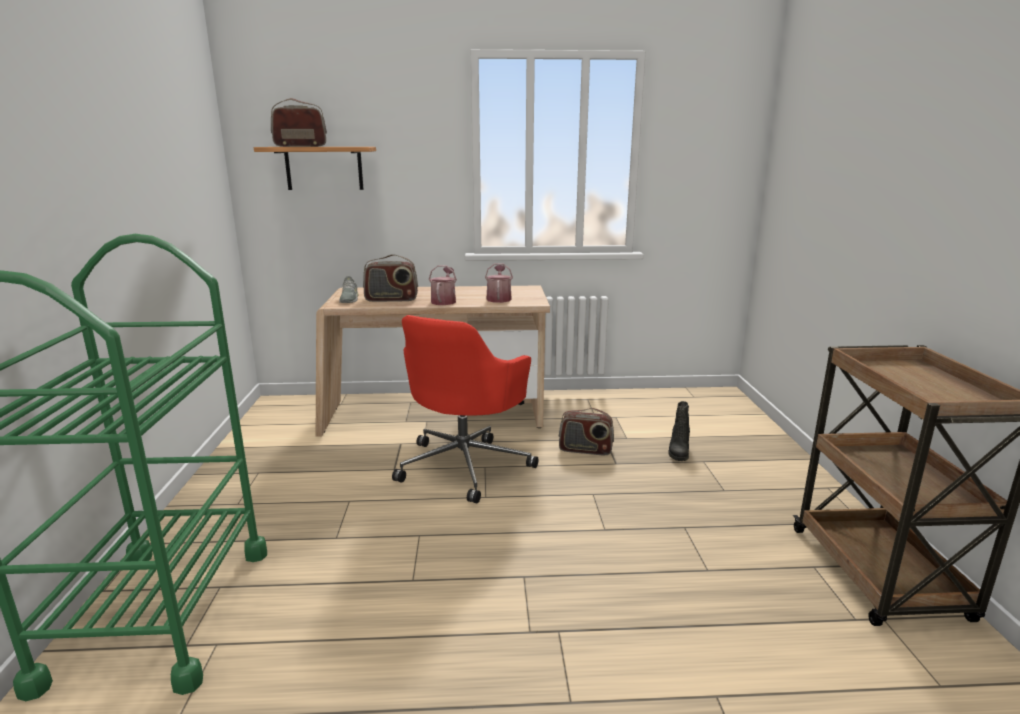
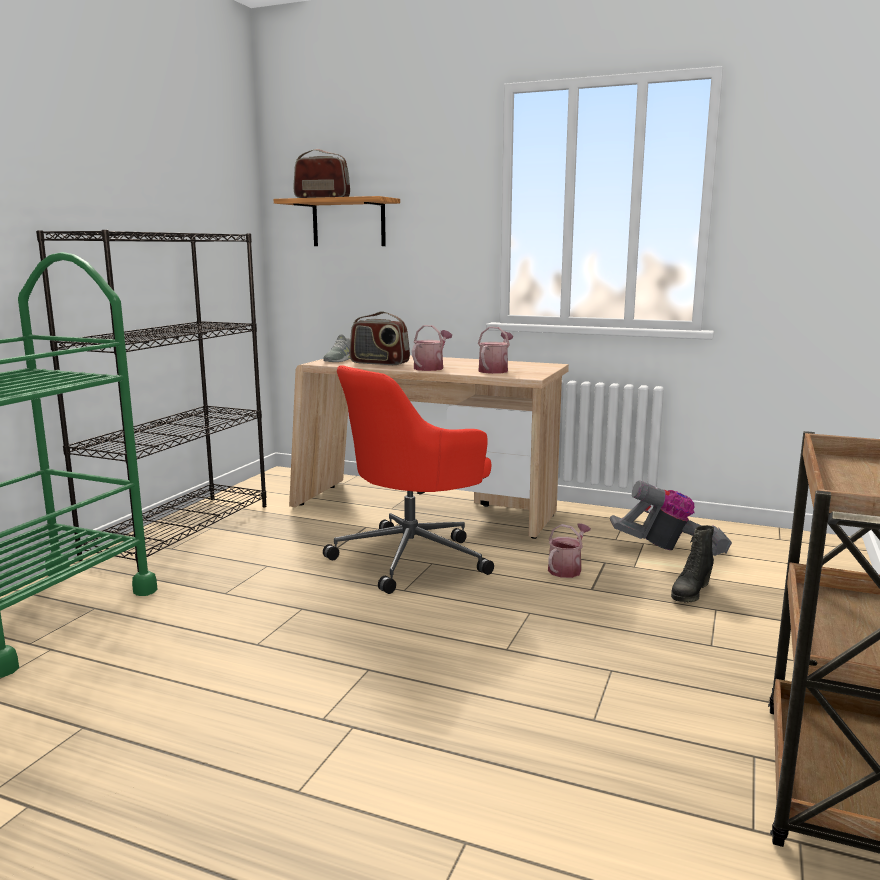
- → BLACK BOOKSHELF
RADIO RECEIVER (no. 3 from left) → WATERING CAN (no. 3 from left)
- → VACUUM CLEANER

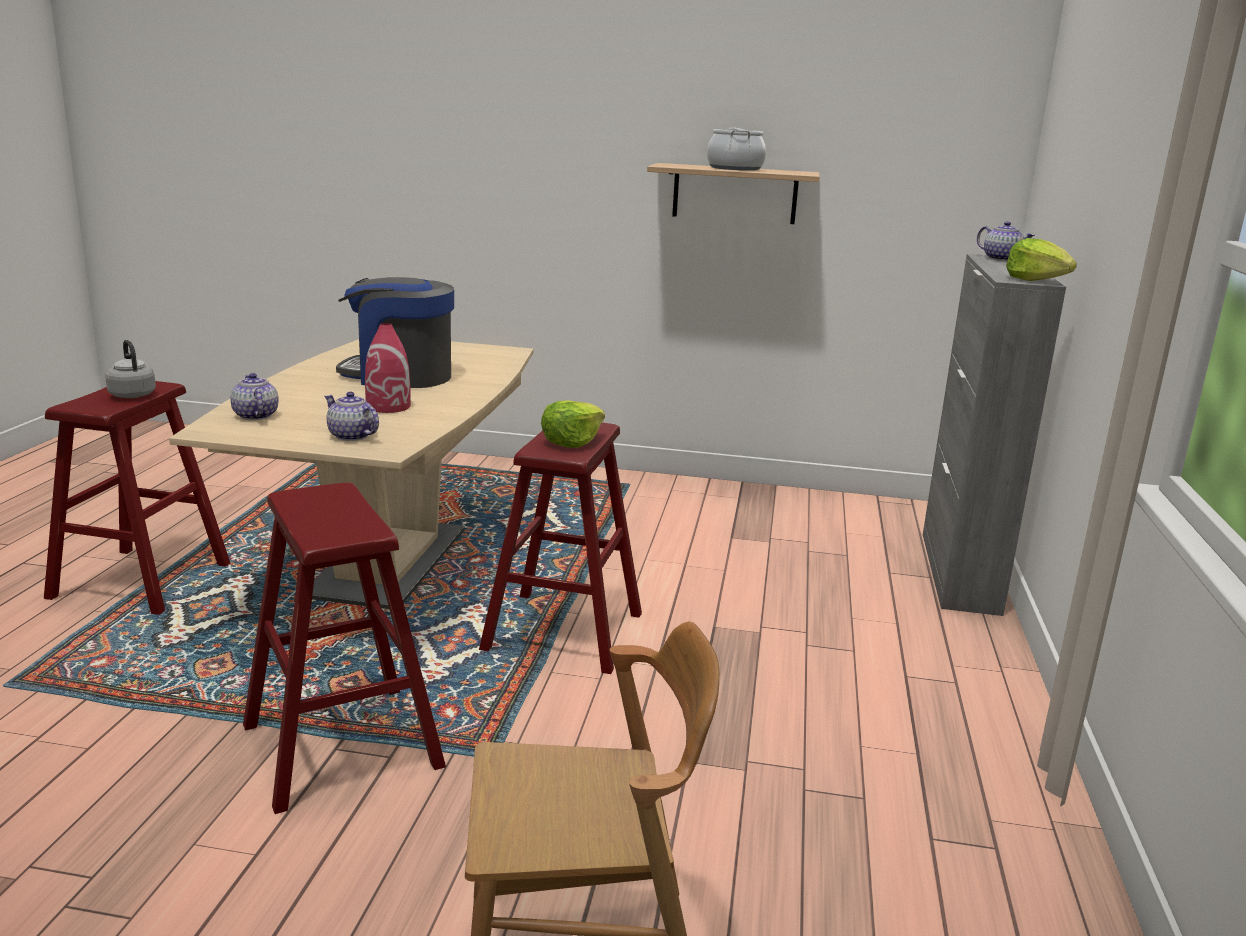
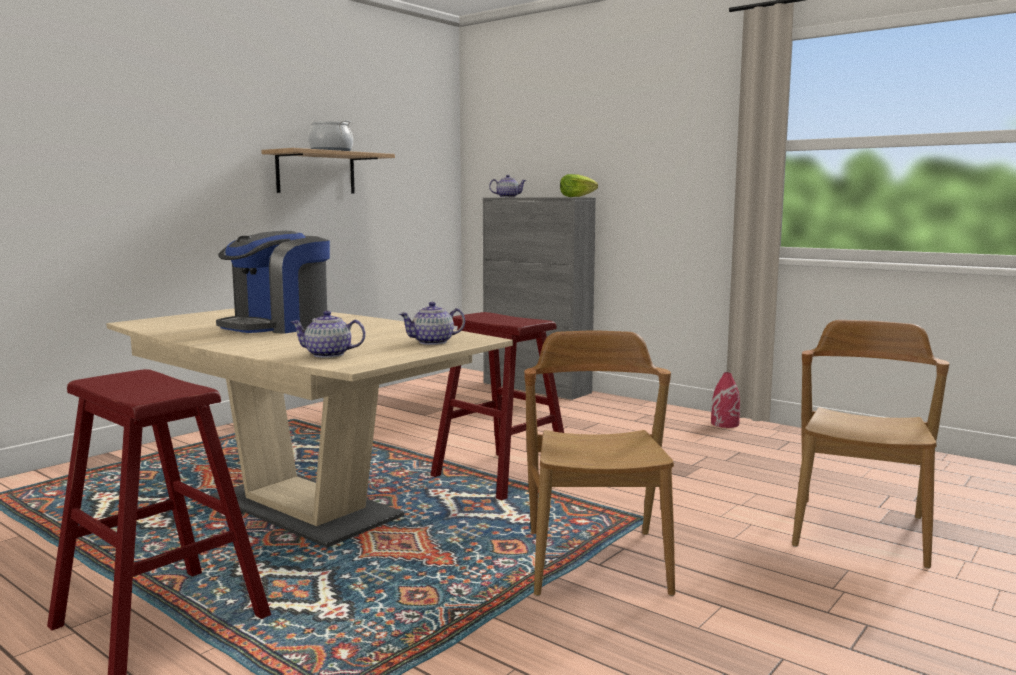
RED STOOL (no. 2 from left) → BROWNISH PLAIN CHAIR (no. 1 from left)
RED VASE, relocated
GRAY WATER KETTLE → -
HEAD OF LETTUCE (no. 1 from left) → -

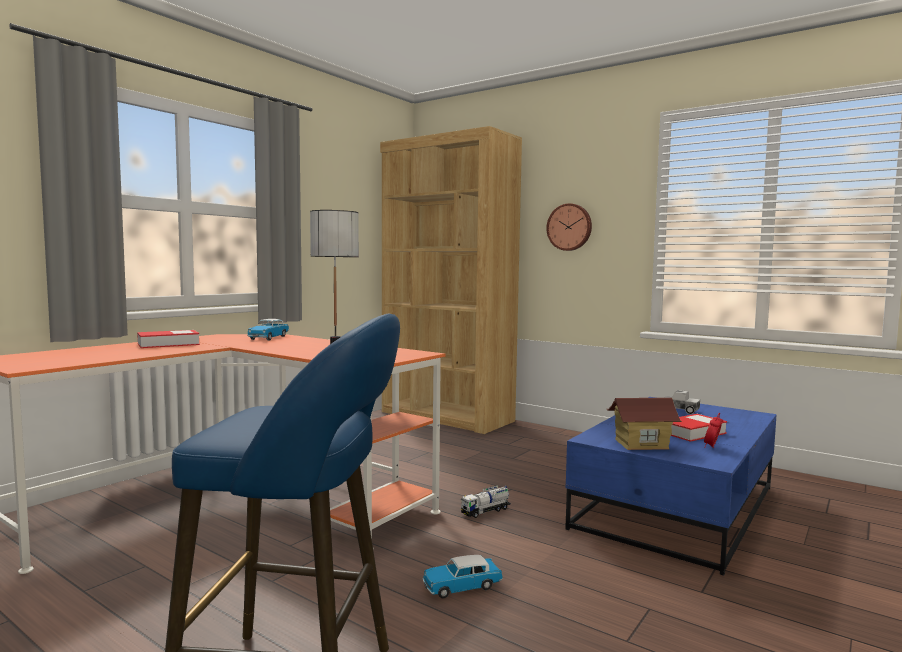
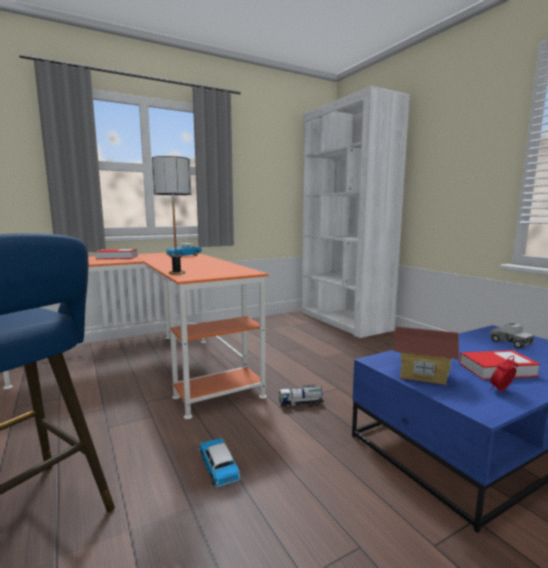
TOY CAR (no. 2 from left), 60 degrees clockwise
BROWNISH BOOKSHELF → WHITE-COLOURED BOOKSHELF
HANGING CLOCK → -

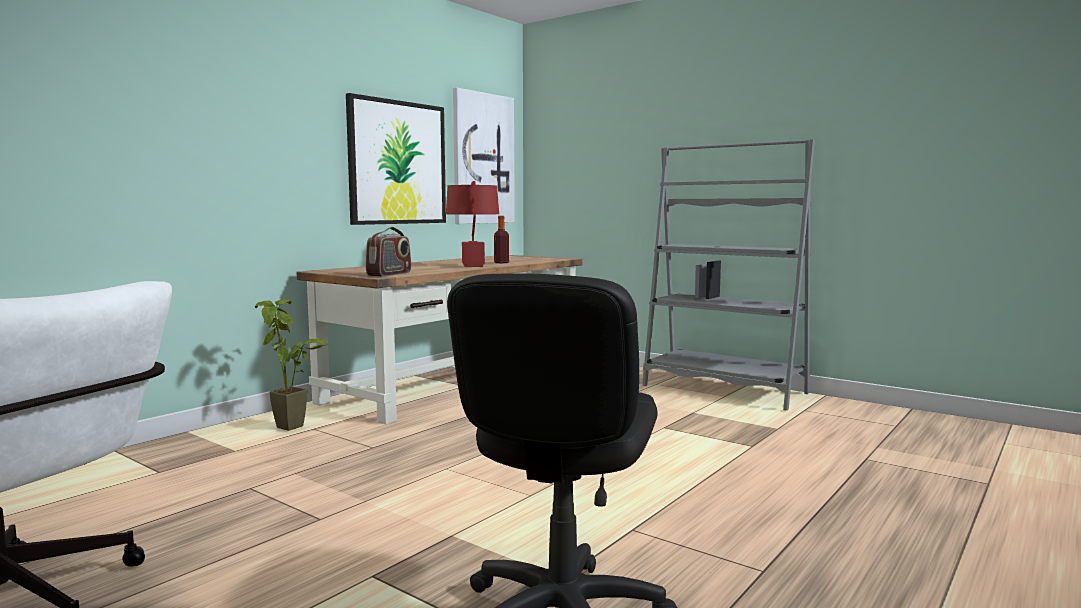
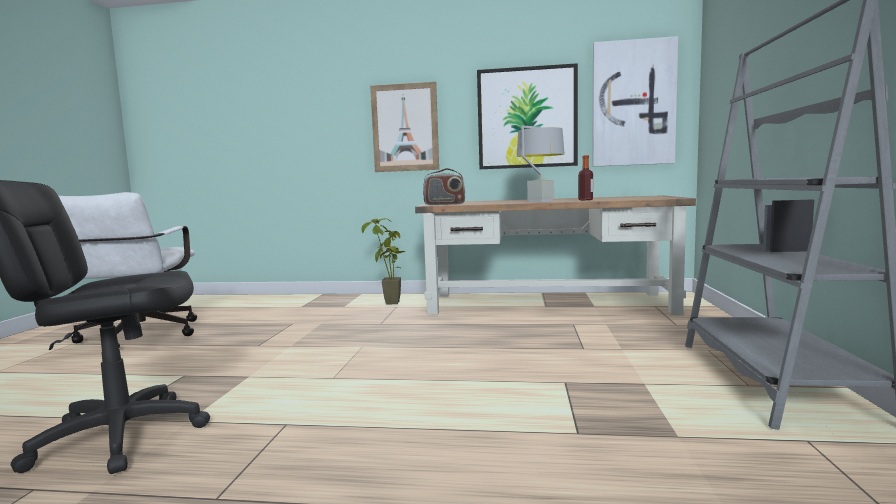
- → WALL ART (no. 1 from left)
RED TABLETOP LAMP → GRAY TABLETOP LAMP

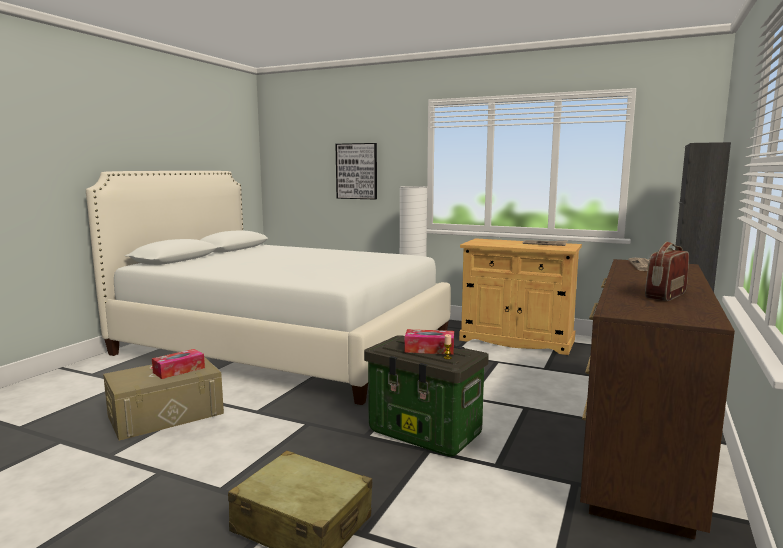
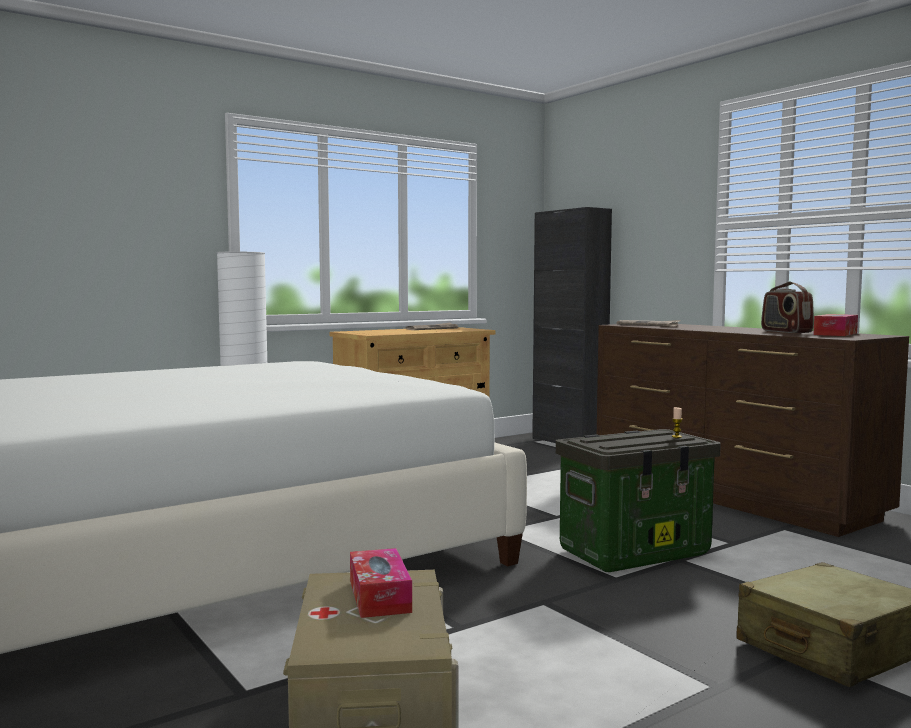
TISSUE HOLDER (no. 2 from left), relocated
WALL ART → -

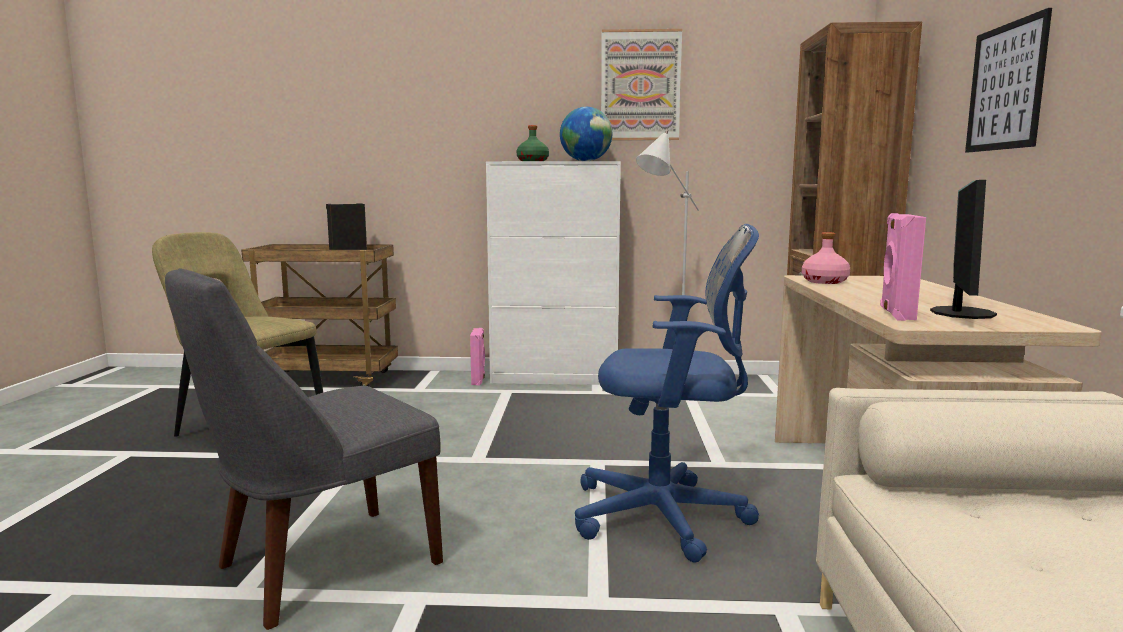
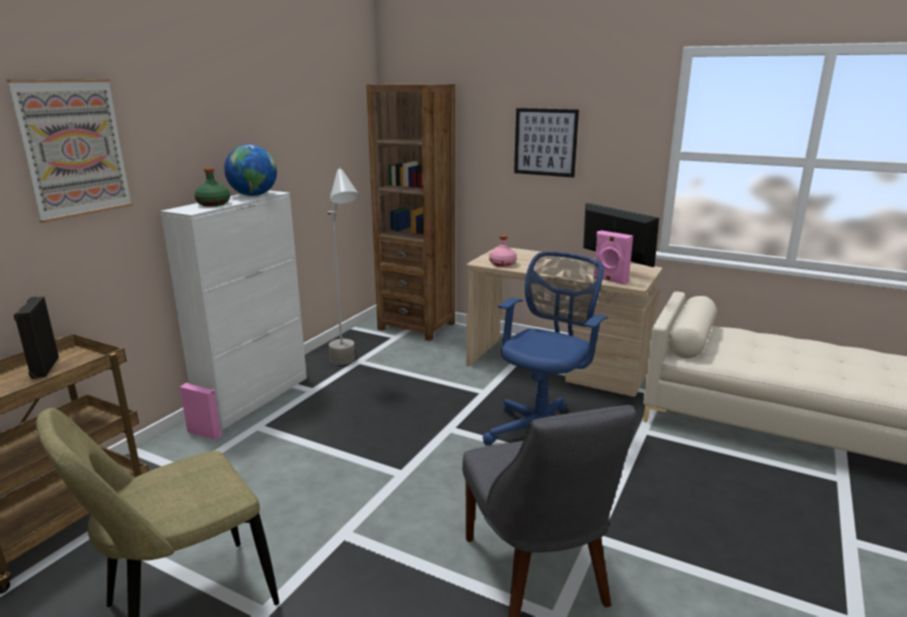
WALL ART (no. 1 from left), relocated

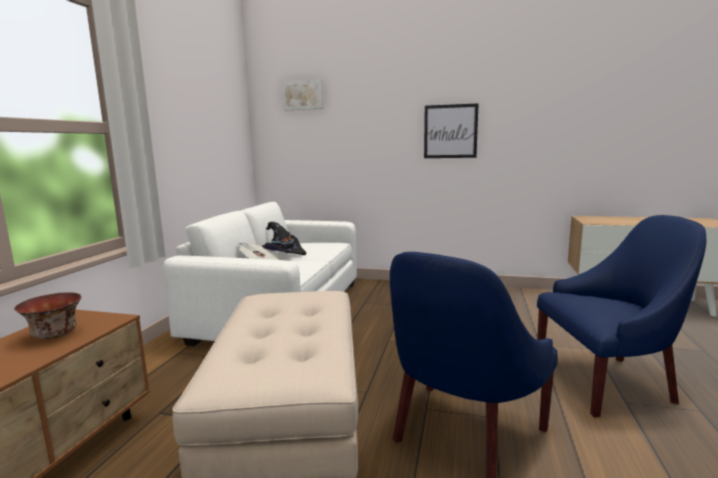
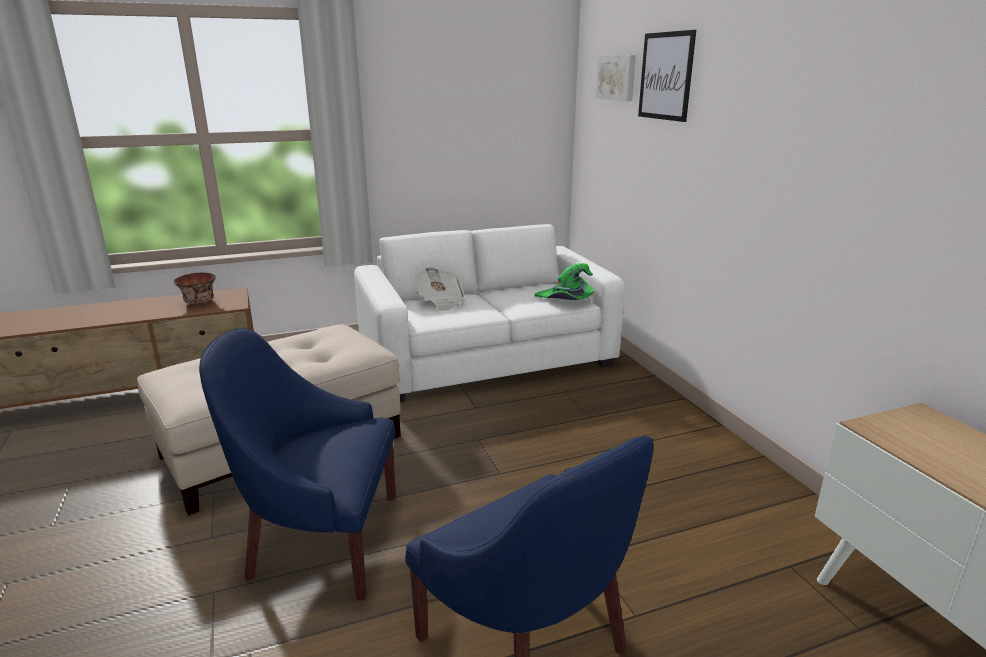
- → GREENISH WEARABLE HAT
WALL ART (no. 2 from left), relocated
BLACK WEARABLE HAT → -

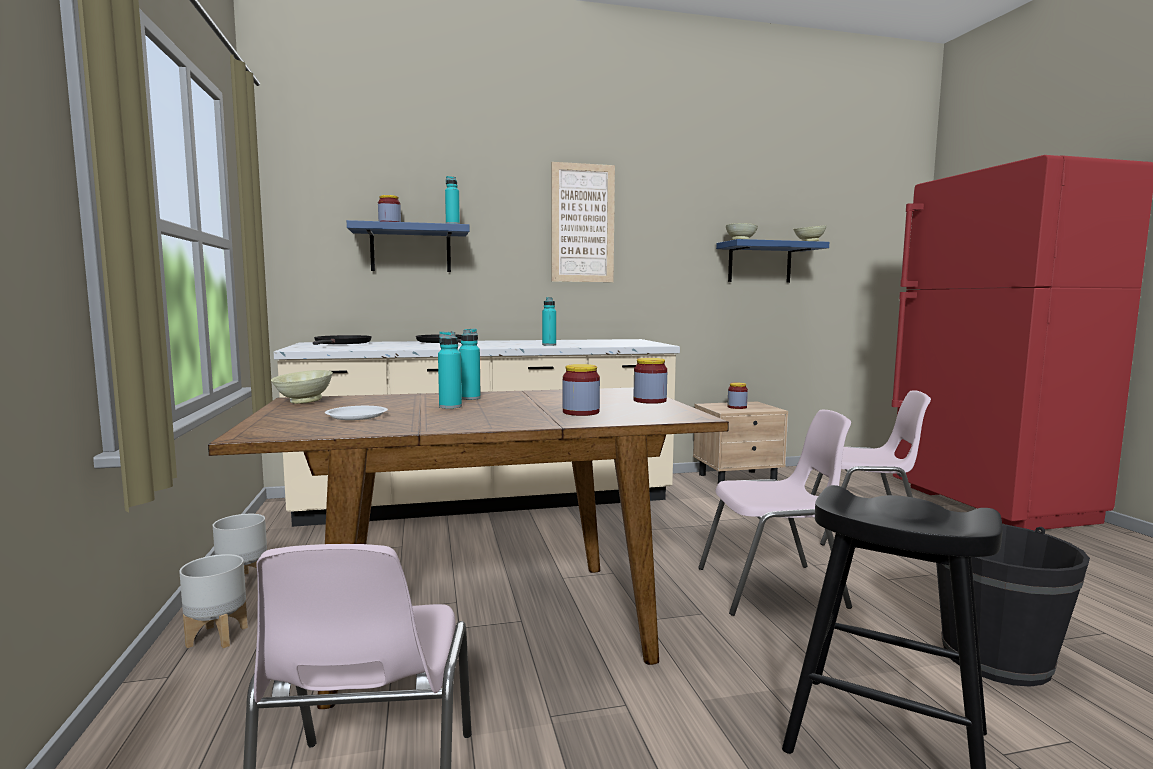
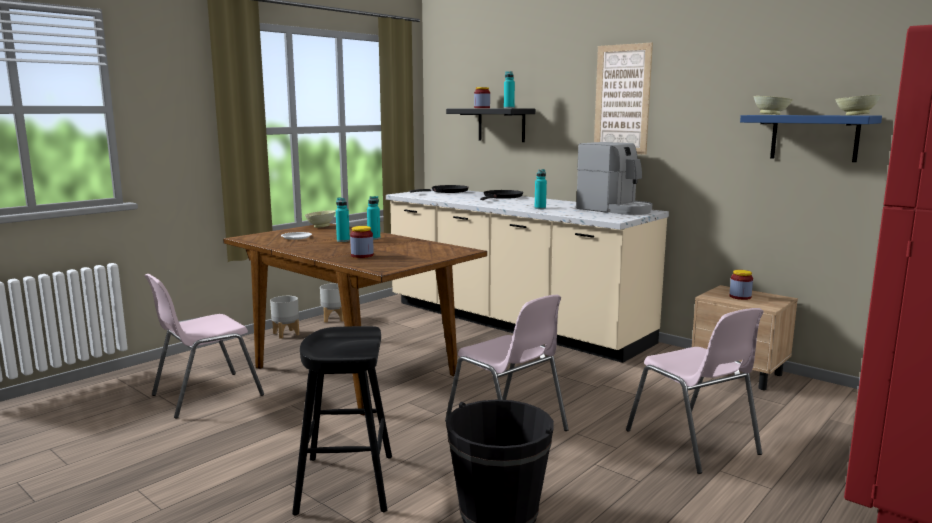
BLUE-COLOURED BRACKET SHELF (no. 1 from left) → BLACK BRACKET SHELF
- → COFFEE BREWER
STORAGE JAR (no. 3 from left) → -

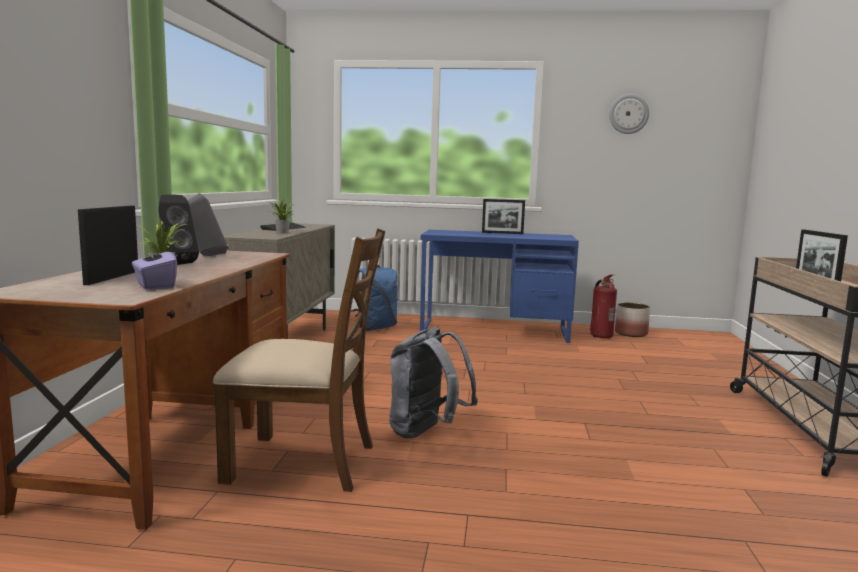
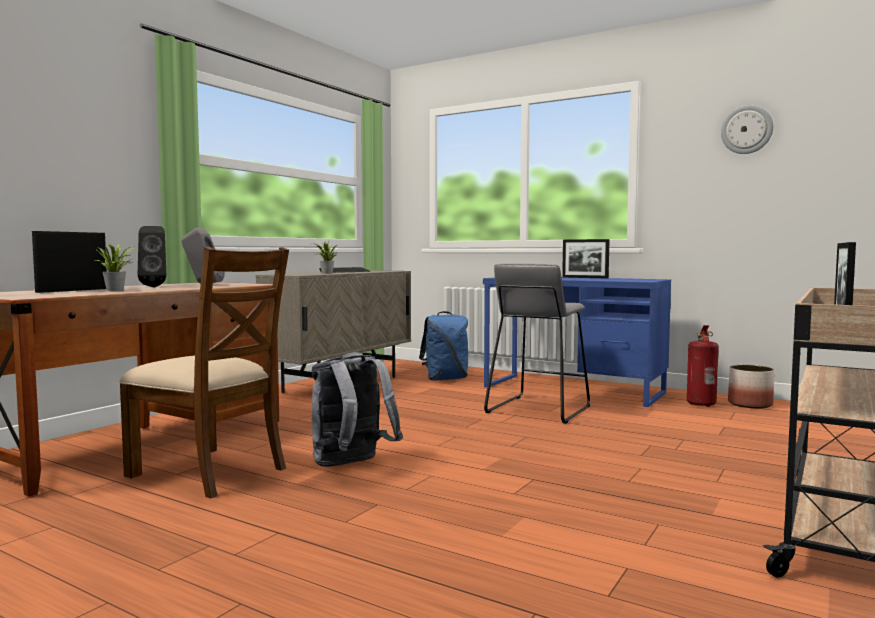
- → GRAY STOOL
PURPLISH TISSUE HOLDER → -

